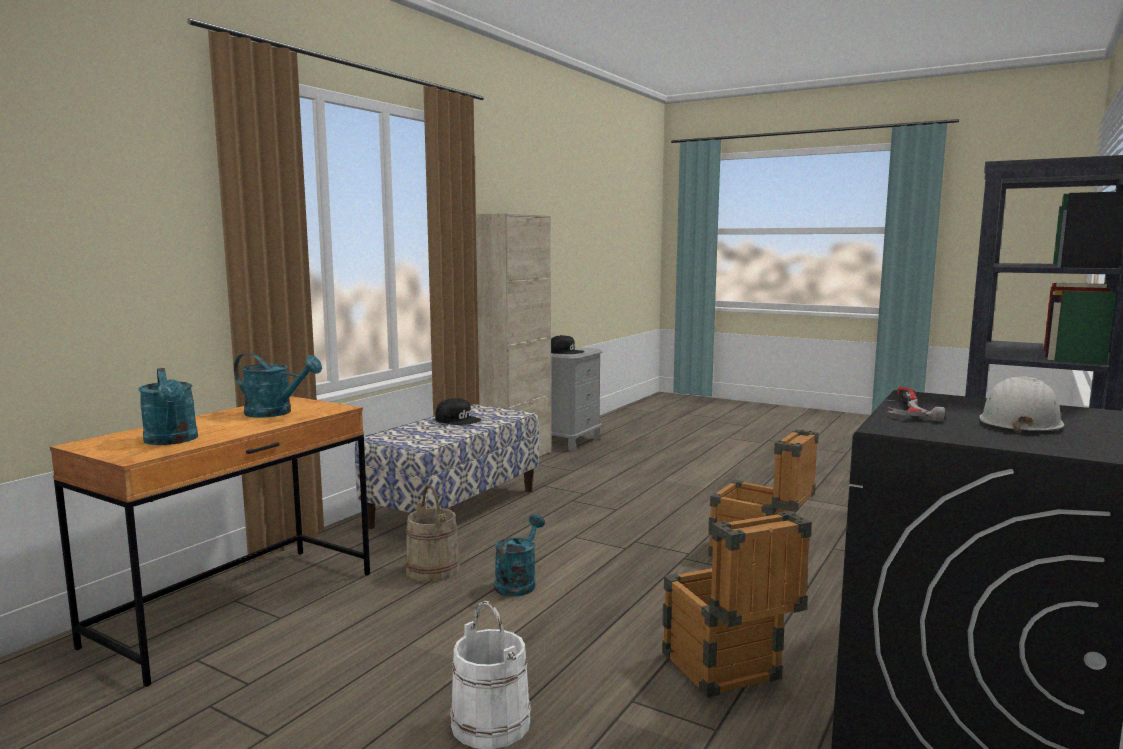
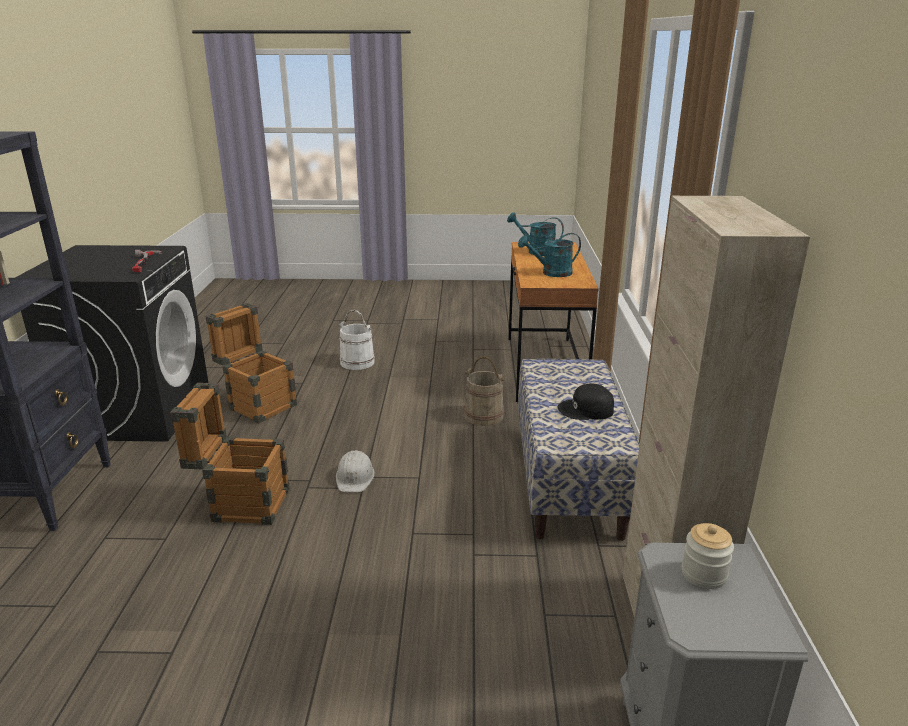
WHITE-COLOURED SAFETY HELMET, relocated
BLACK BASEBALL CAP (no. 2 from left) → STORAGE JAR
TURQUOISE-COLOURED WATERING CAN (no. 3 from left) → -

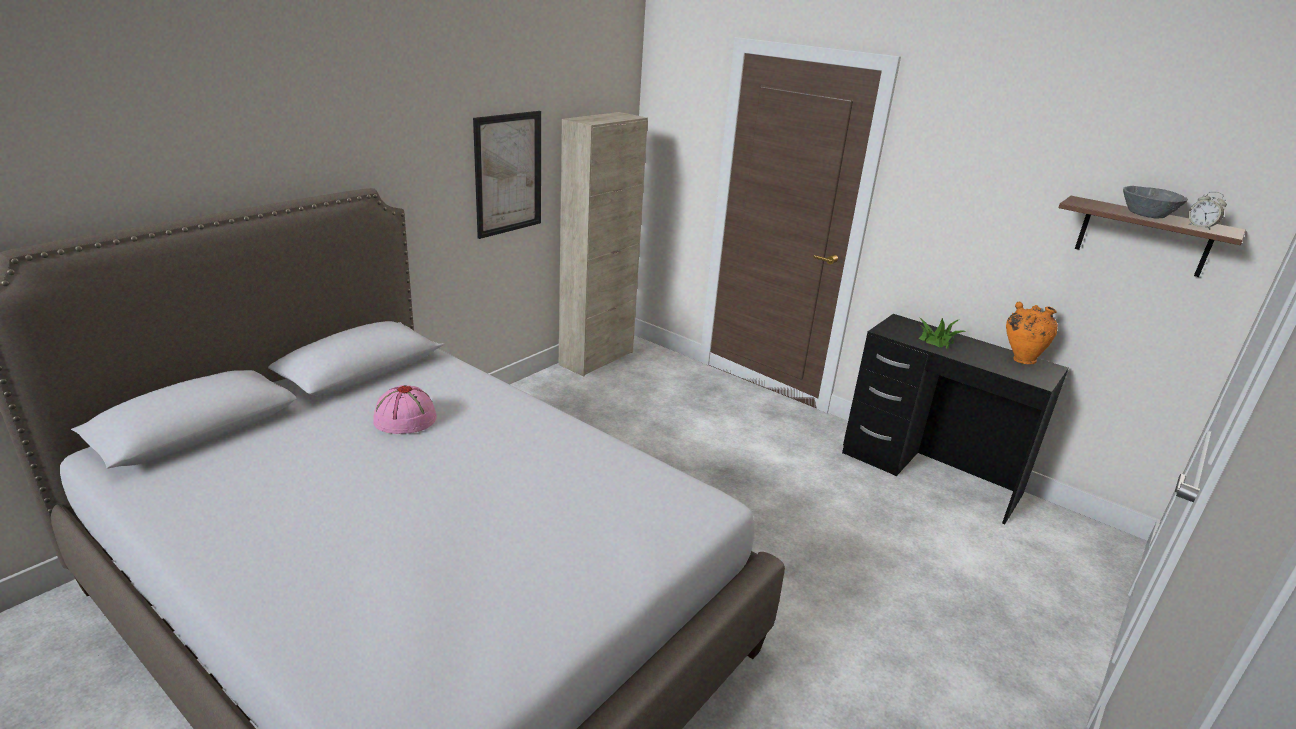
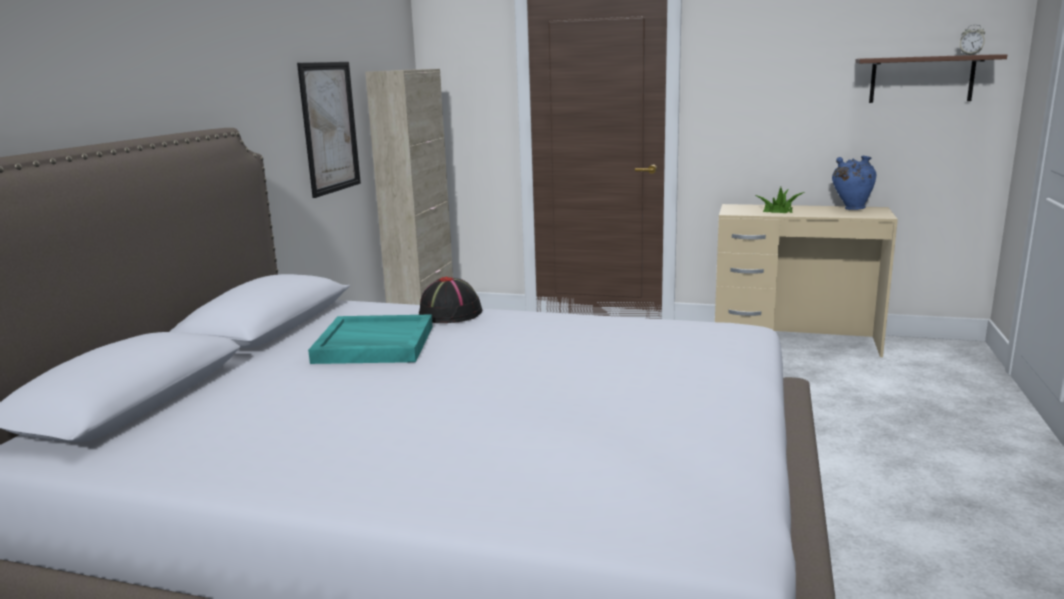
PINKISH WEARABLE HAT → TURQUOISE-COLOURED CARRYING TRAY
- → BLACK WEARABLE HAT
BLACK DESK TABLE → SAND-COLOURED DESK TABLE
ORANGEY VASE → BLUE-COLOURED VASE
GRAY BOWL → -

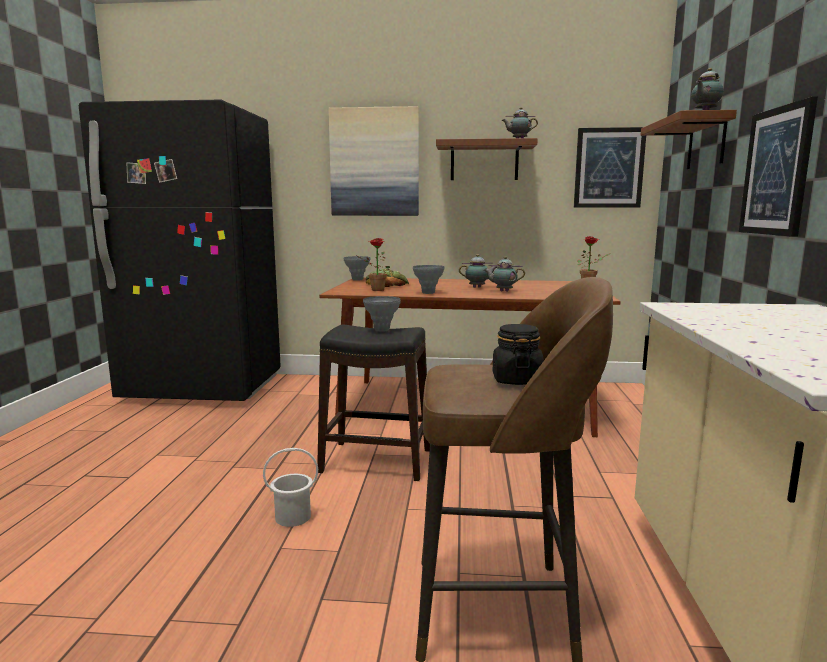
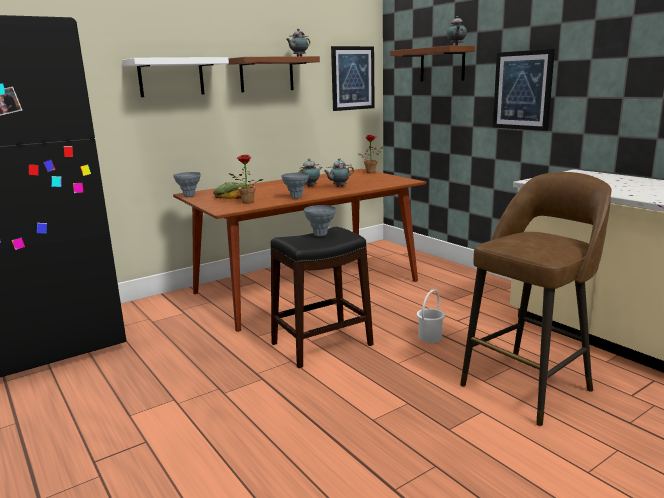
WALL ART (no. 1 from left) → WHITE-COLOURED BRACKET SHELF
WHITE-COLOURED WATER BUCKET, relocated
BLACK STORAGE JAR → -

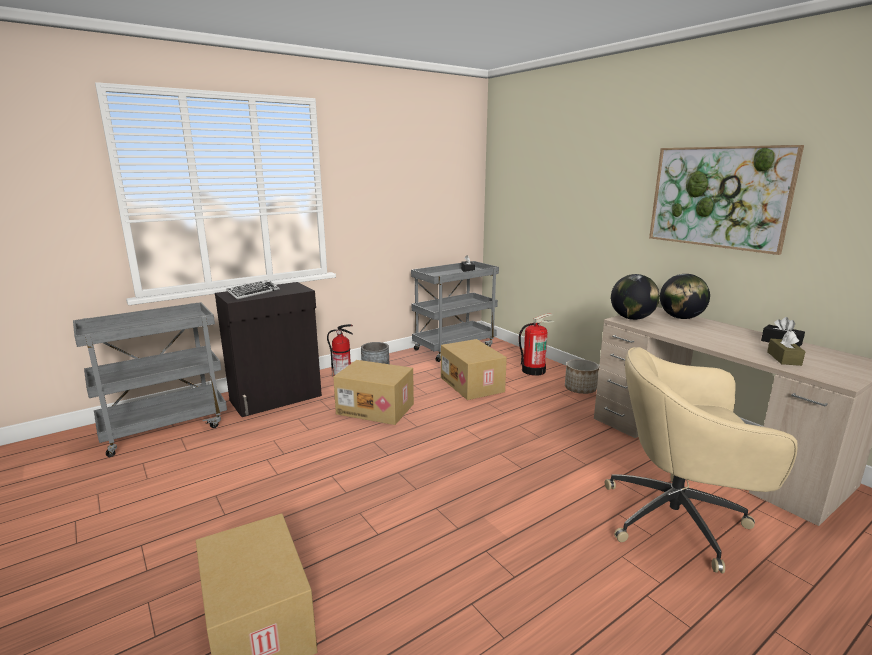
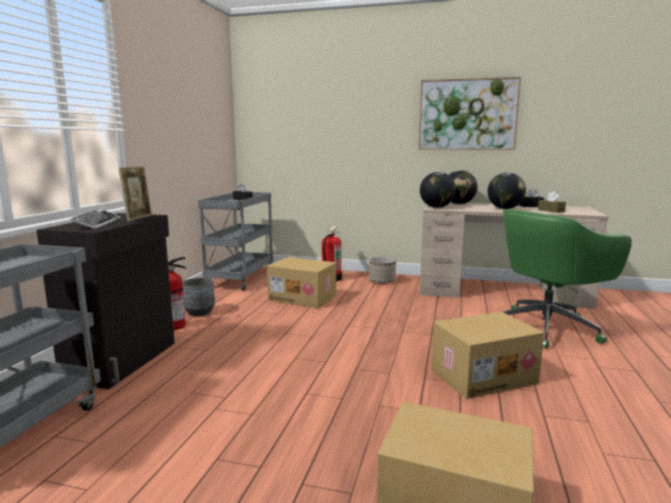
- → STANDING FRAME
CARDBOARD BOX (no. 2 from left in the first image) → CARDBOARD BOX (no. 3 from left), relocated
- → DESK GLOBE (no. 3 from left)
SAND-COLOURED COMPUTER CHAIR → GREENISH COMPUTER CHAIR

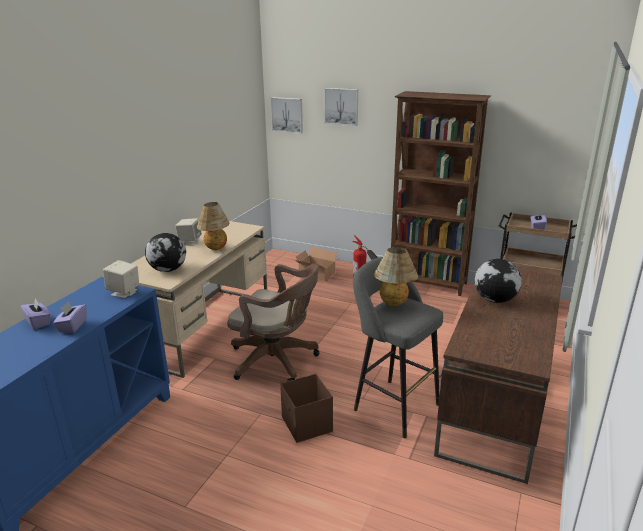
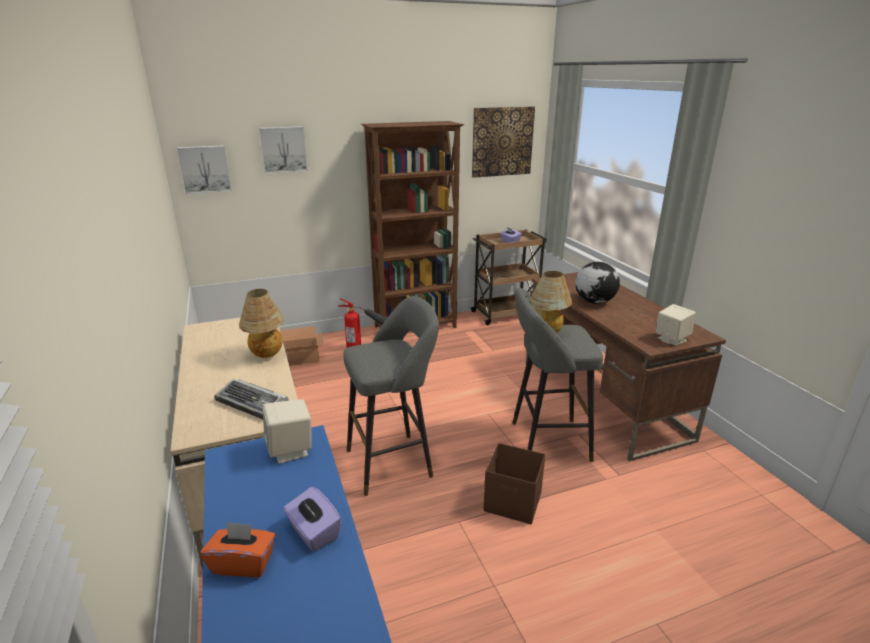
PURPLISH TISSUE HOLDER (no. 1 from left) → ORANGEY TISSUE HOLDER
DESK GLOBE (no. 1 from left) → KEYBOARD
BROWNISH COMPUTER CHAIR → GRAY STOOL (no. 1 from left)
- → WALL ART (no. 3 from left)
SAND-COLOURED AUDIO SPEAKER (no. 2 from left), relocated

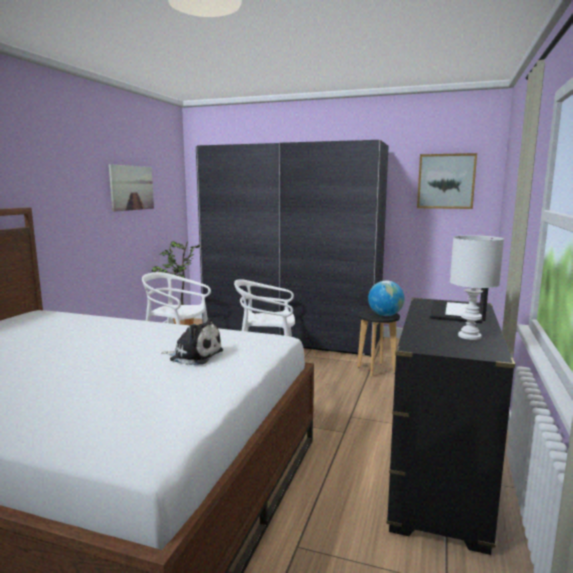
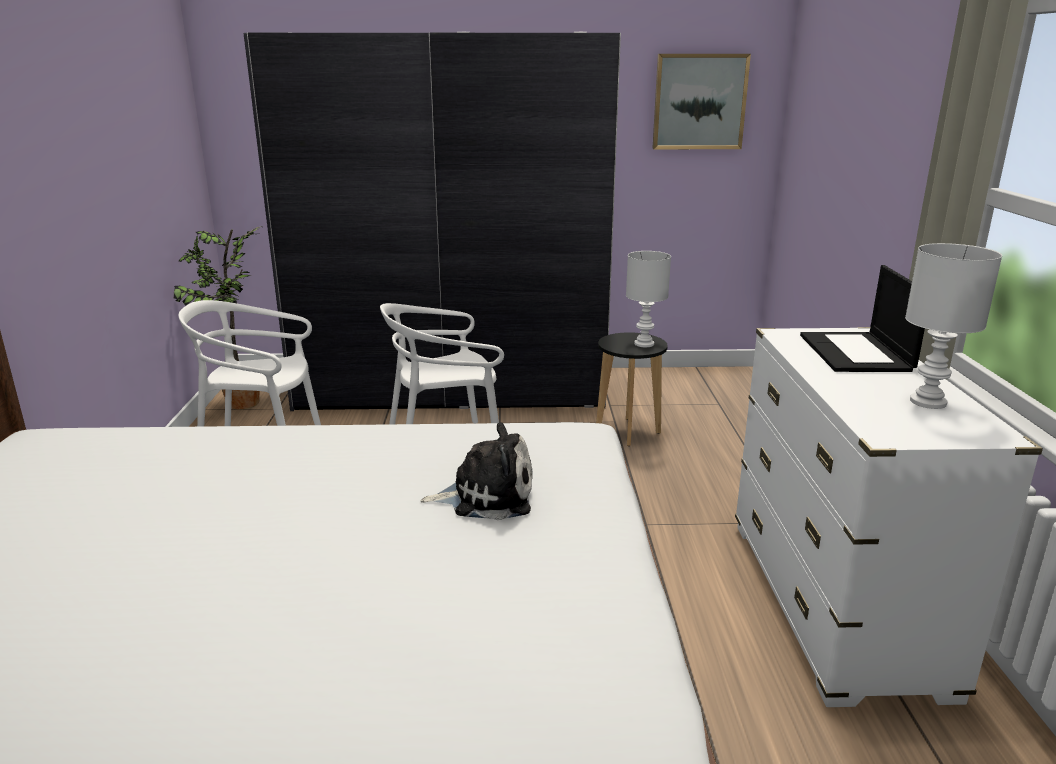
DESK GLOBE → WHITE-COLOURED TABLETOP LAMP (no. 1 from left)
BLACK DRESSER → WHITE-COLOURED DRESSER
WALL ART (no. 1 from left) → -

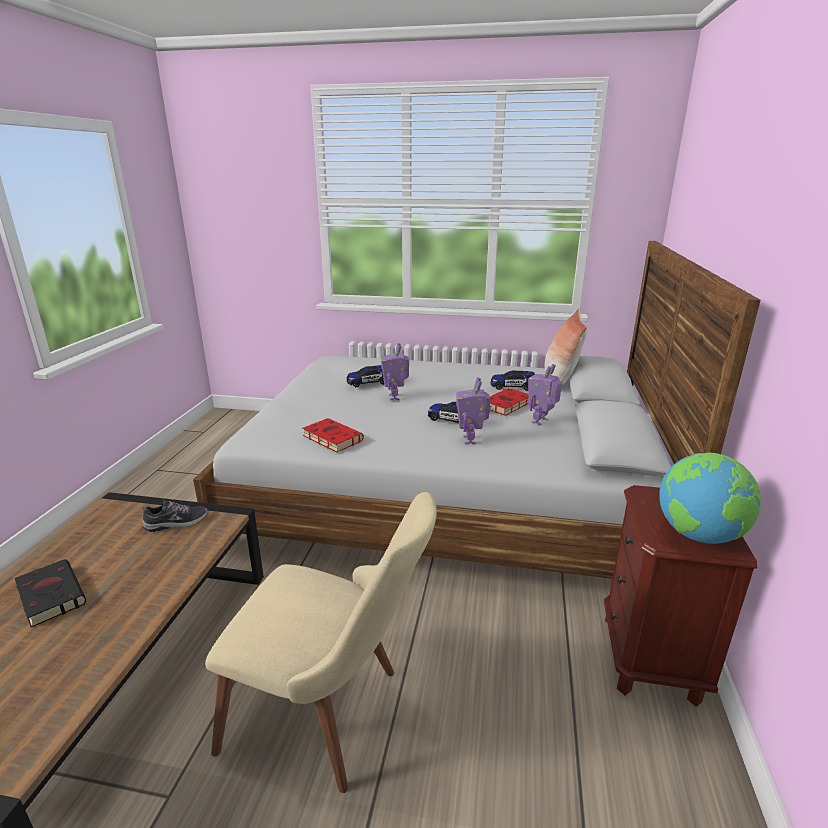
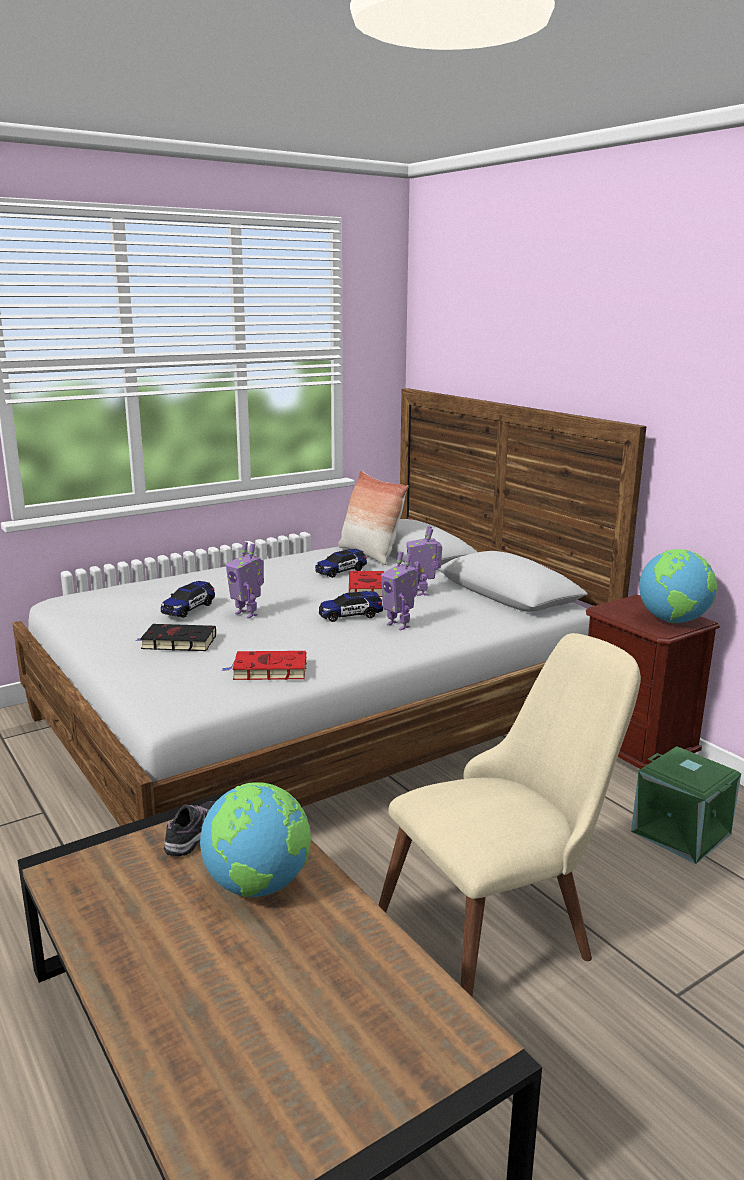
BLACK BOOK, relocated
- → DESK GLOBE (no. 1 from left)
- → GREENISH STORAGE BOX

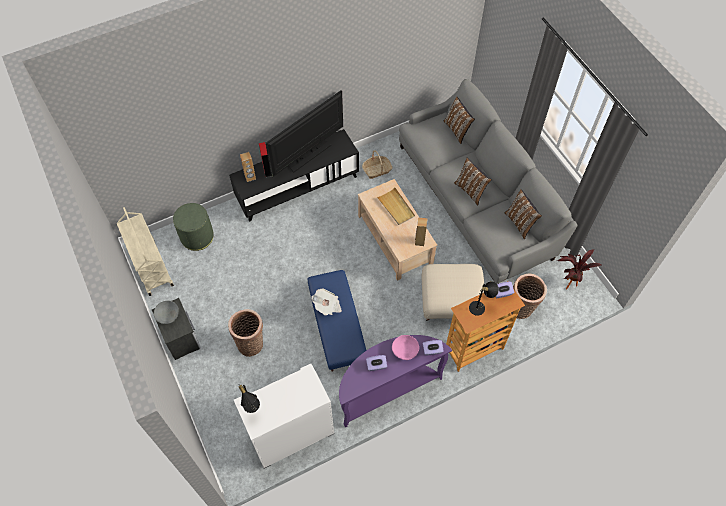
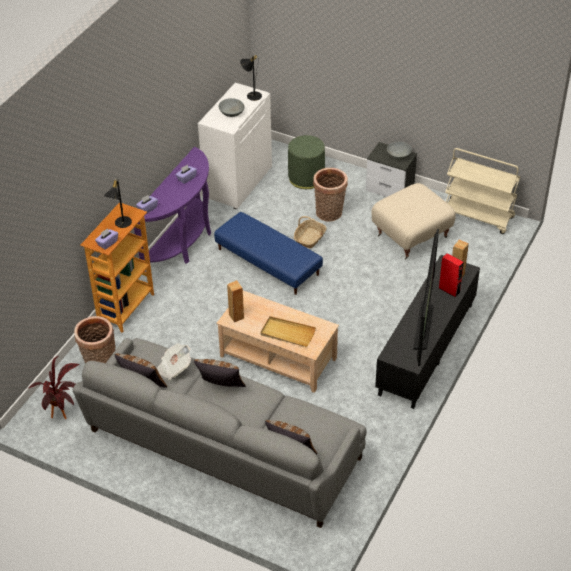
PRINTED PAPER, relocated
- → GRAY BOWL (no. 1 from left)
GREENISH OTTOMAN, relocated
BASKET (no. 2 from left), relocated
SAND-COLOURED OTTOMAN, relocated
PINKISH BOWL → -

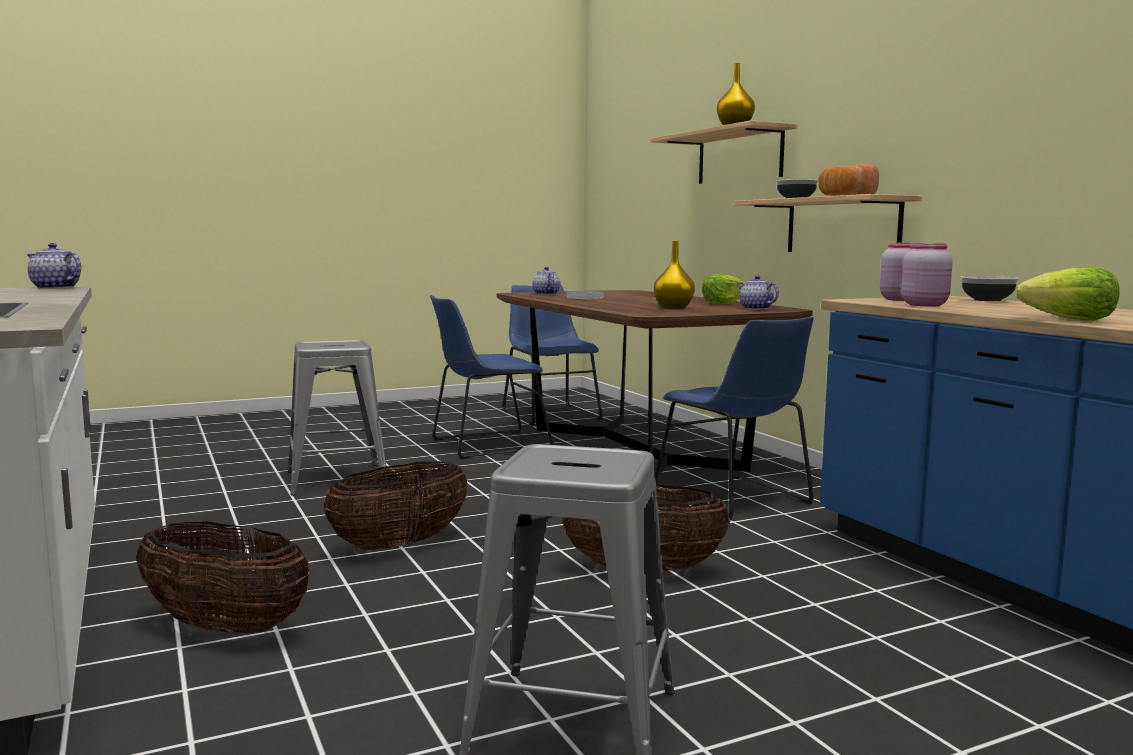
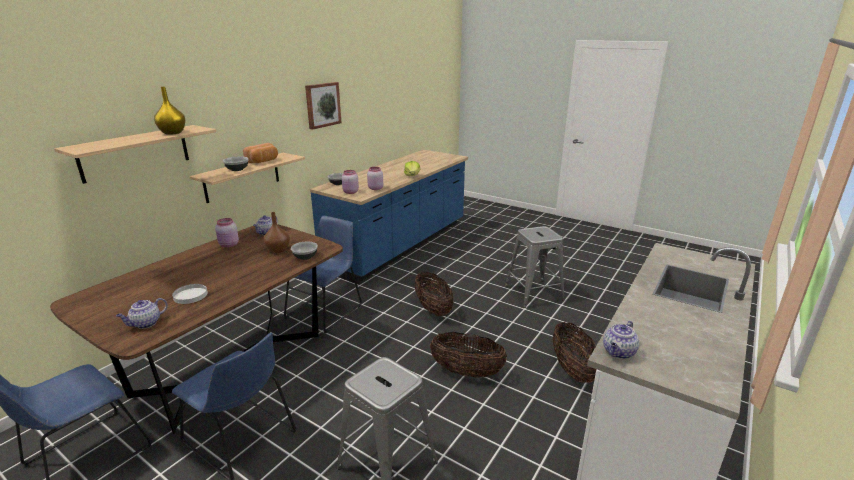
HEAD OF LETTUCE (no. 1 from left) → PINKISH STORAGE JAR (no. 1 from left)
YELLOW-COLOURED VASE (no. 1 from left) → BROWNISH VASE
- → BOWL (no. 2 from left)
- → WALL ART
TEA POT (no. 1 from left in the first image) → TEA POT (no. 3 from left), 45 degrees clockwise

